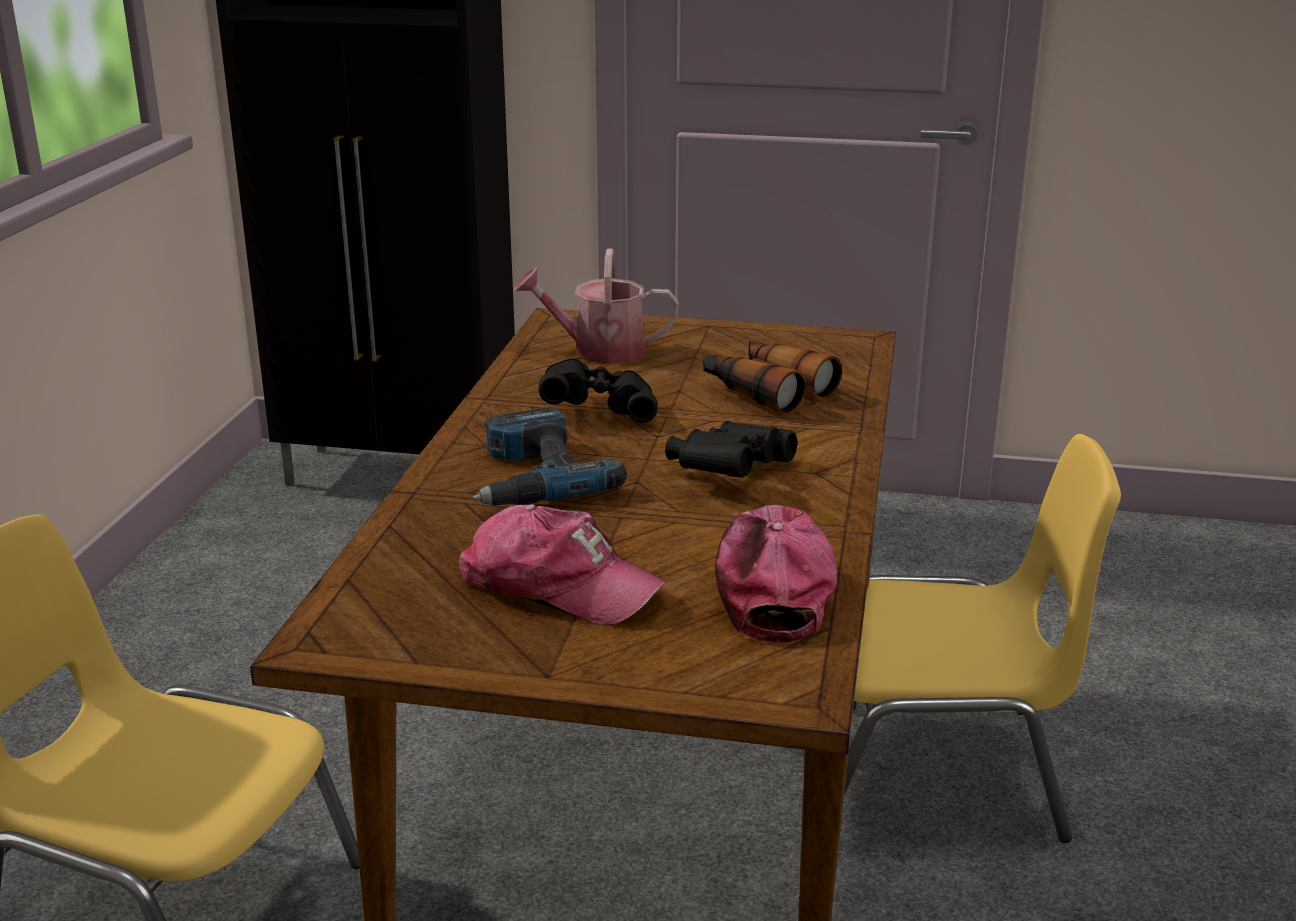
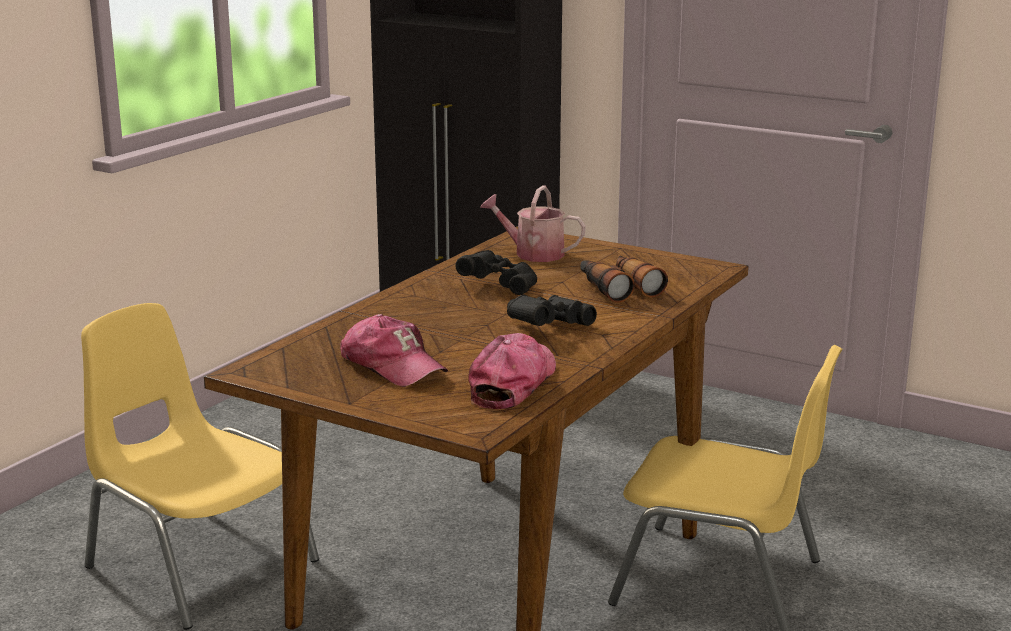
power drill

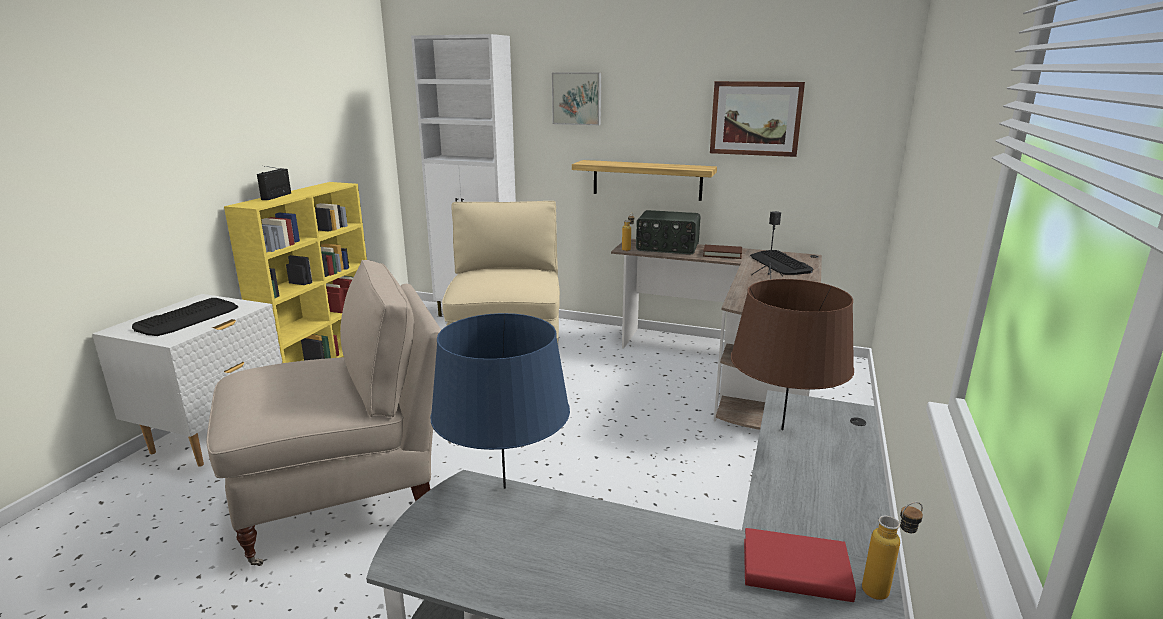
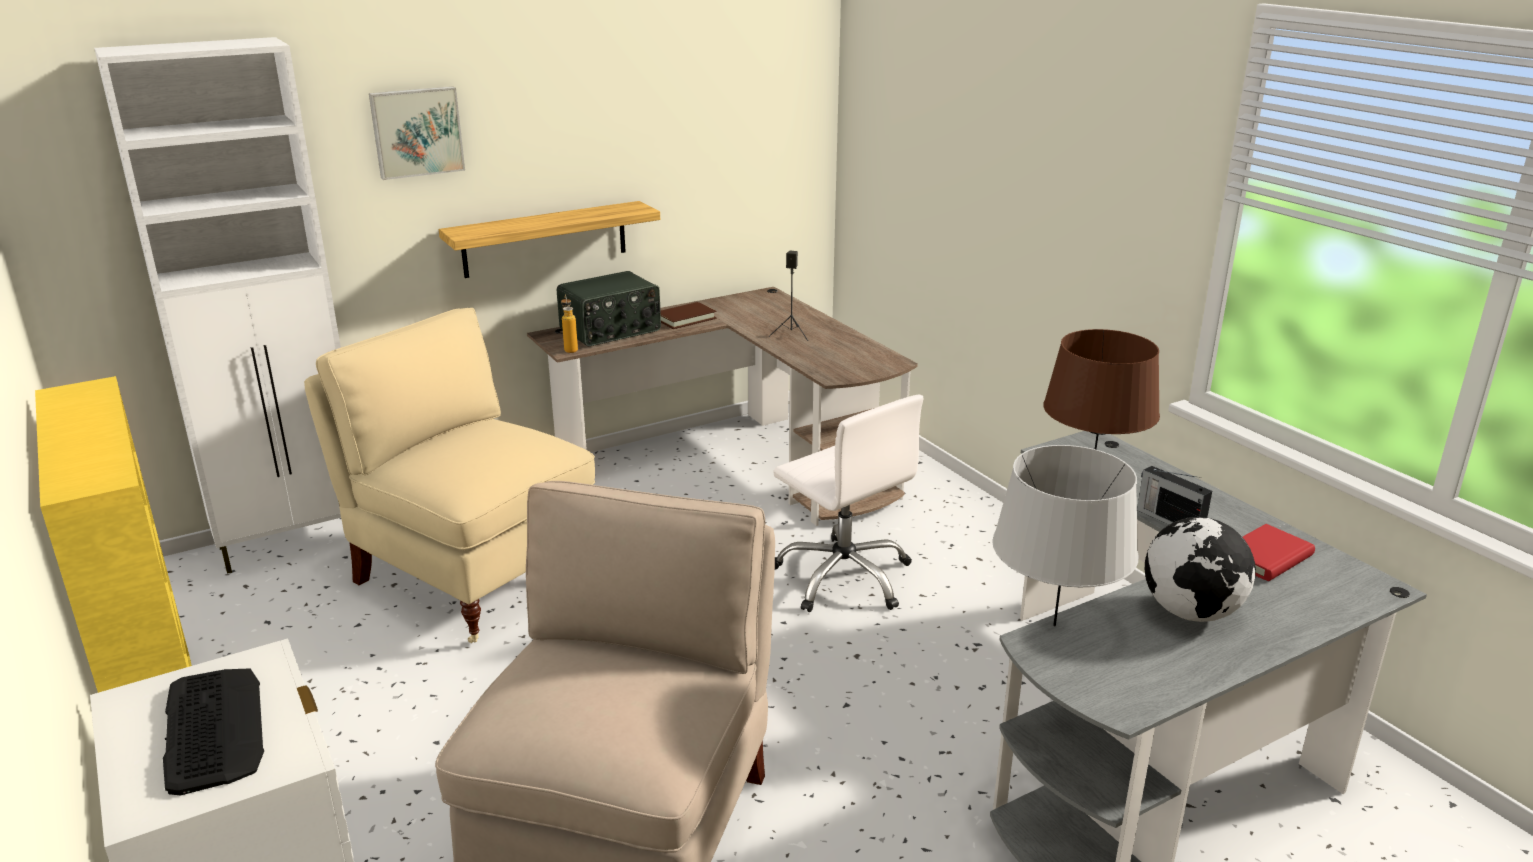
radio (2nd from left)
table lamp (grey)
picture (2nd from left in the first image)
keyboard (2nd from left in the first image)
bottle (2nd from left in the first image)
office chair (white)
globe

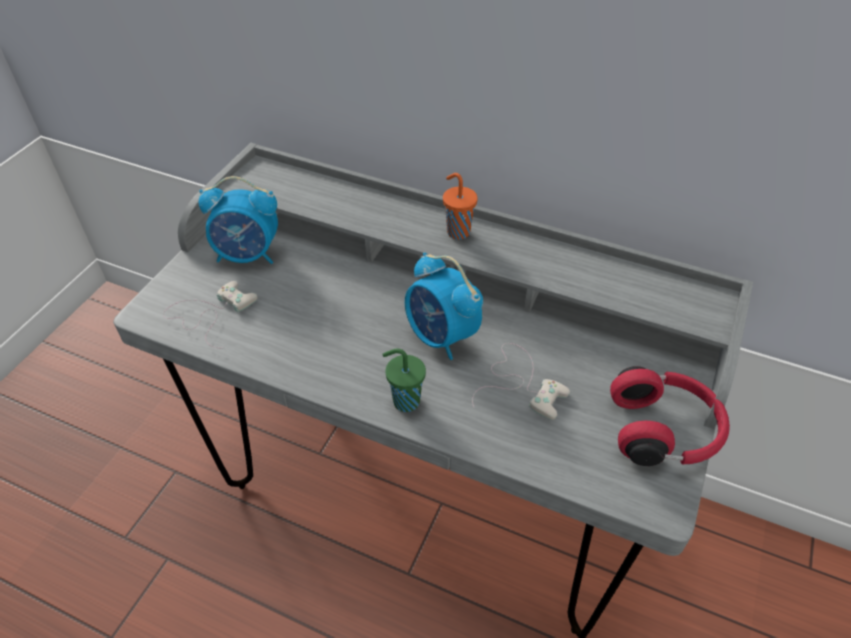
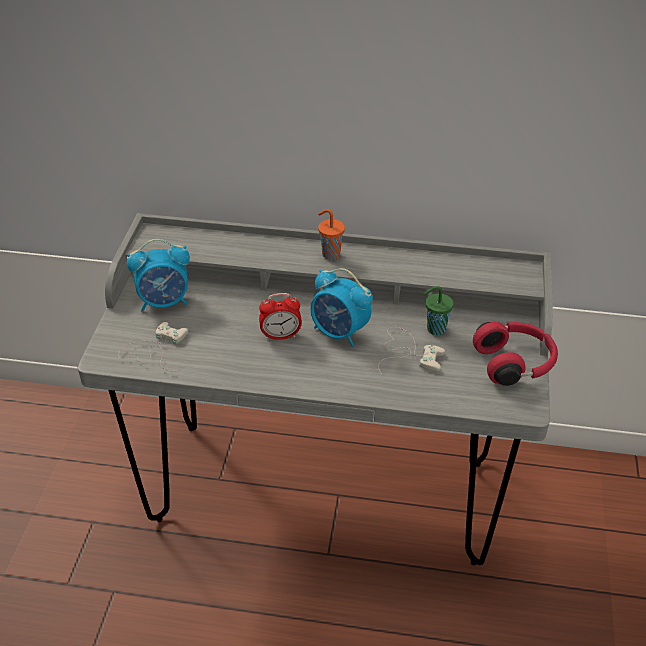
cup (green)
alarm clock (2nd from left)

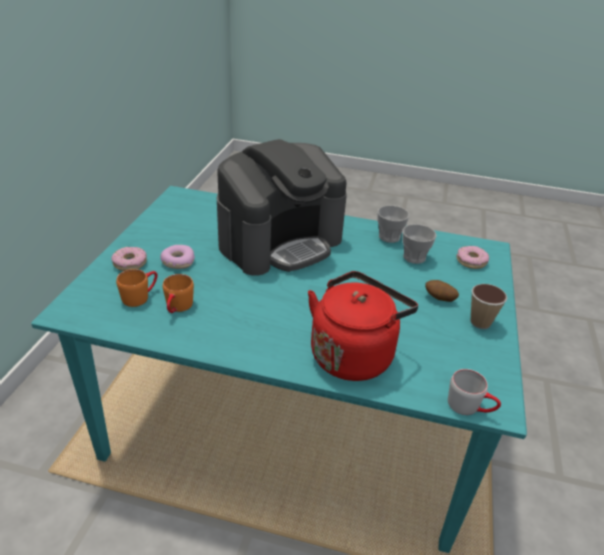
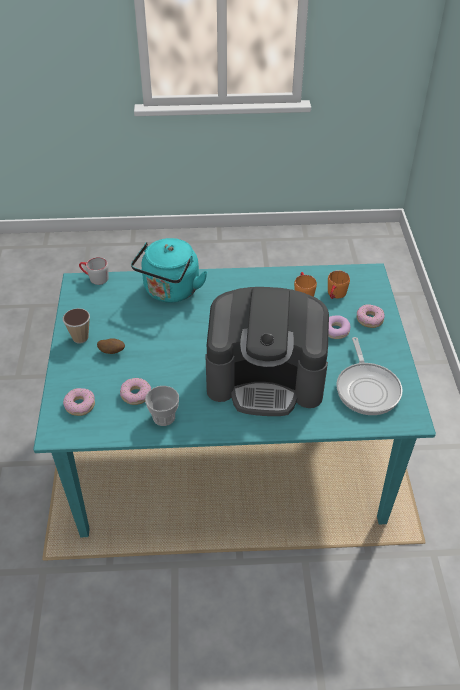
coffee machine
kettle (turquoise)
donut (2nd from left)
frying pan

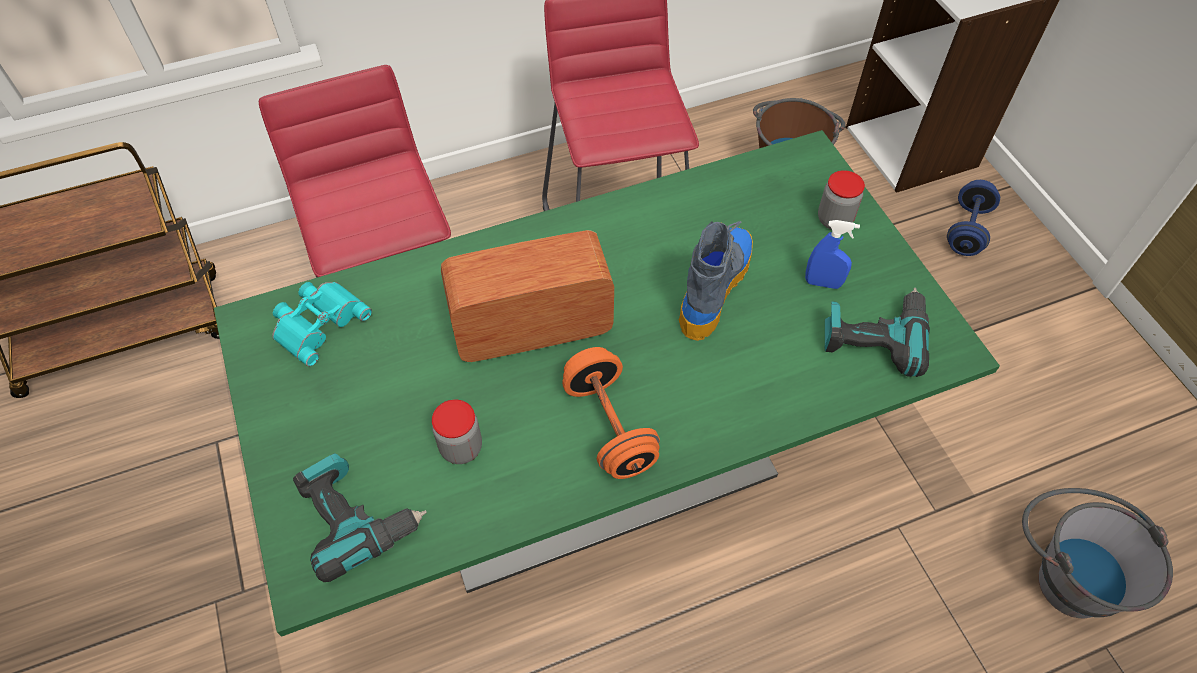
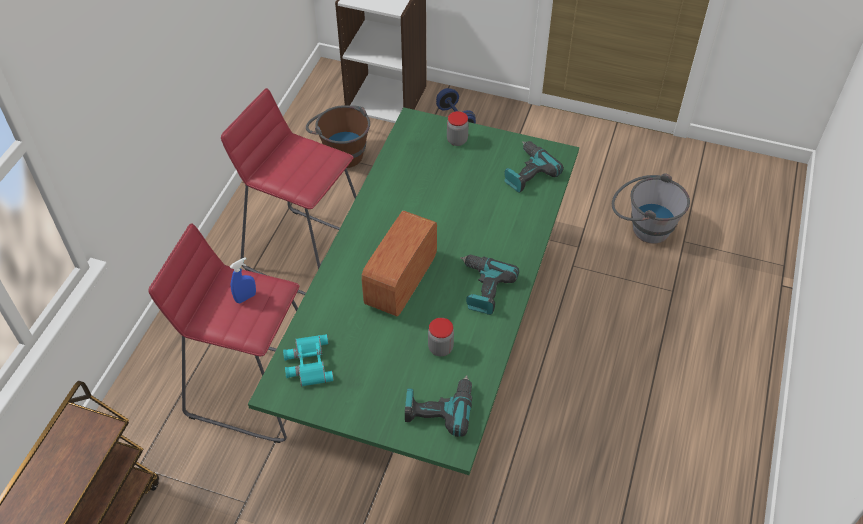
power drill (2nd from left)
boot
spray bottle (blue)

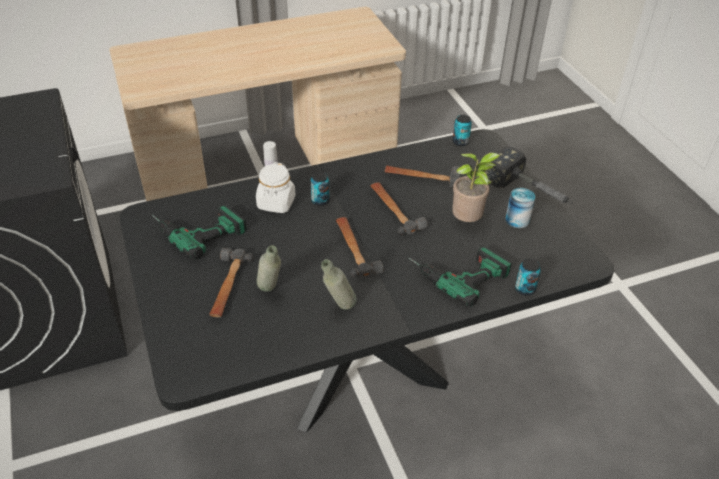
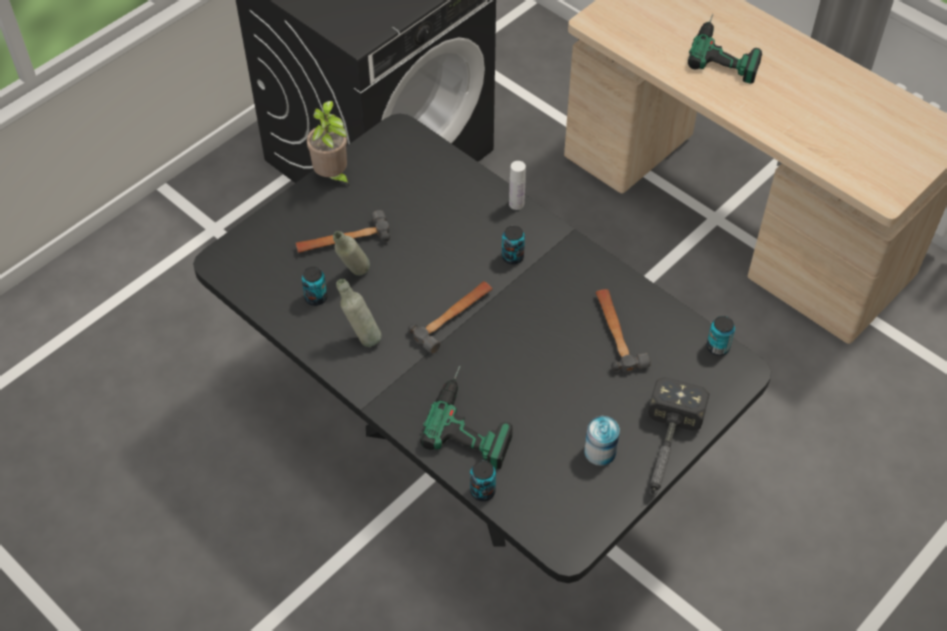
power drill (2nd from left)
jar (white)
hammer (3rd from left in the first image)
potted plant
can (1st from left)

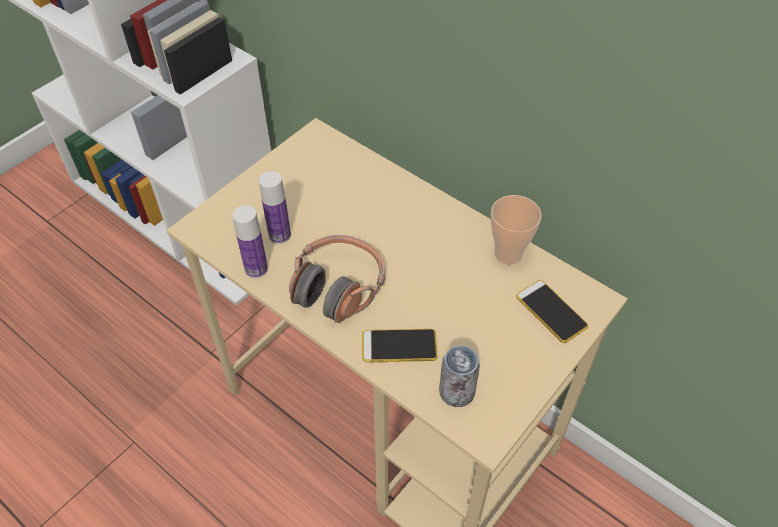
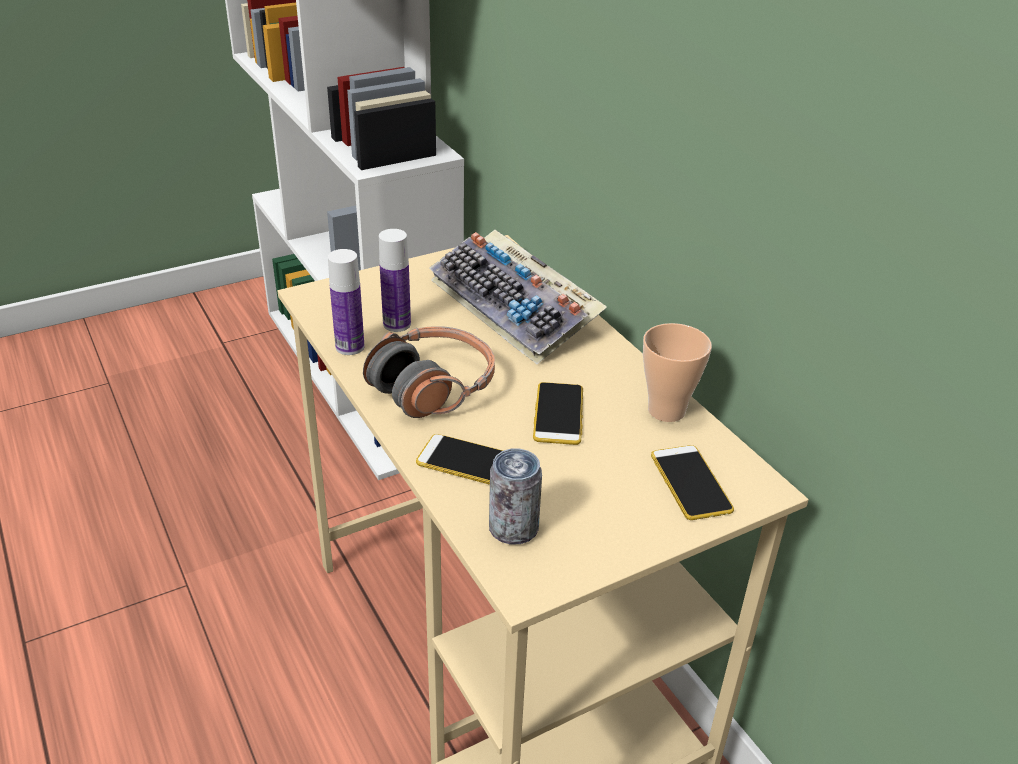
keyboard
phone (2nd from left)

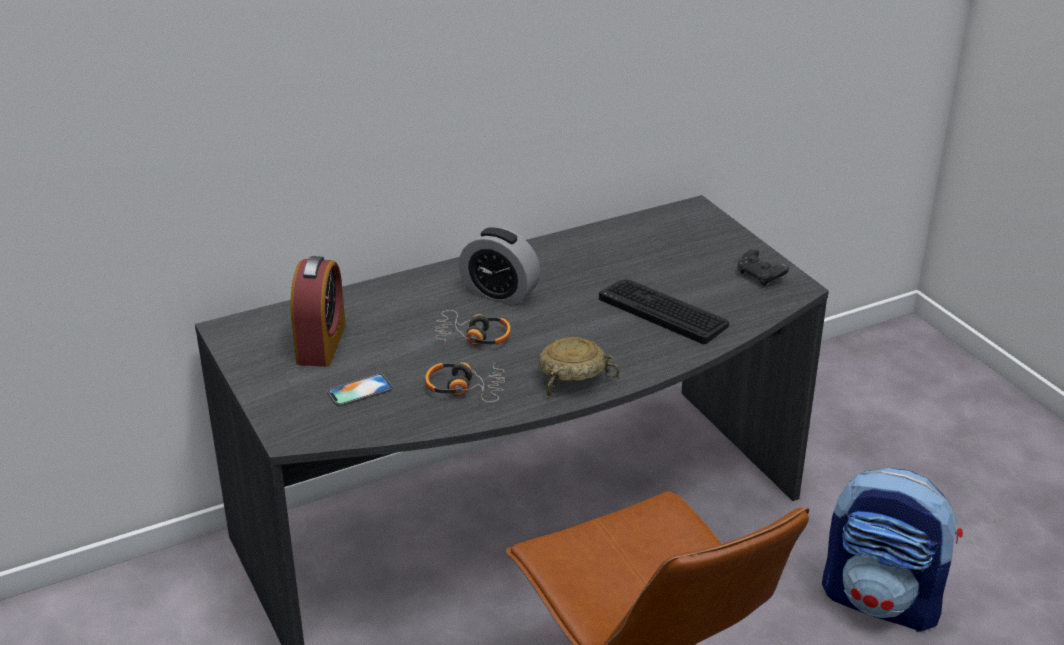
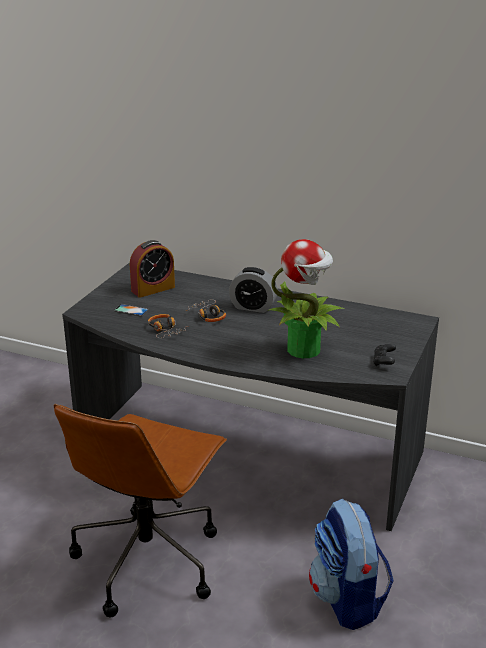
alarm clock (2nd from left)
bowl (beige)
potted plant

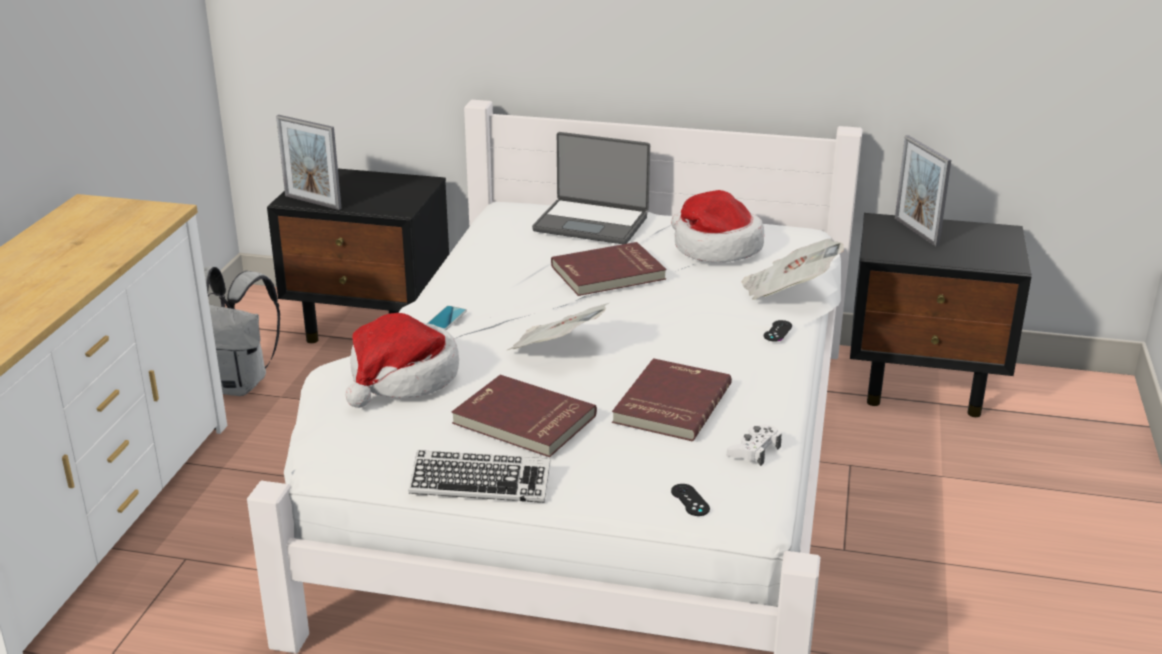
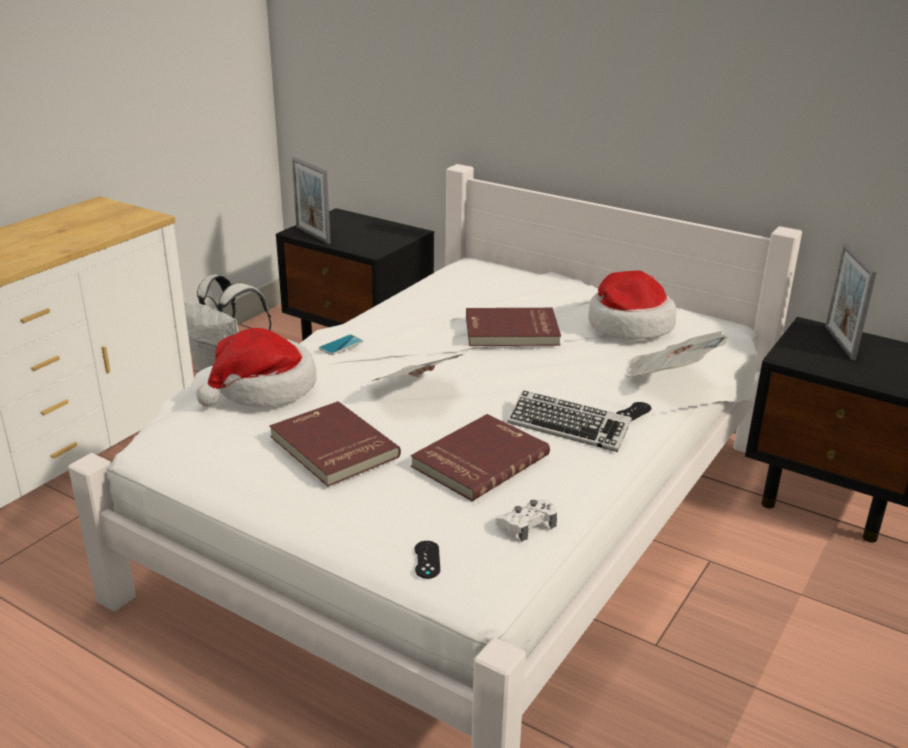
keyboard
laptop

